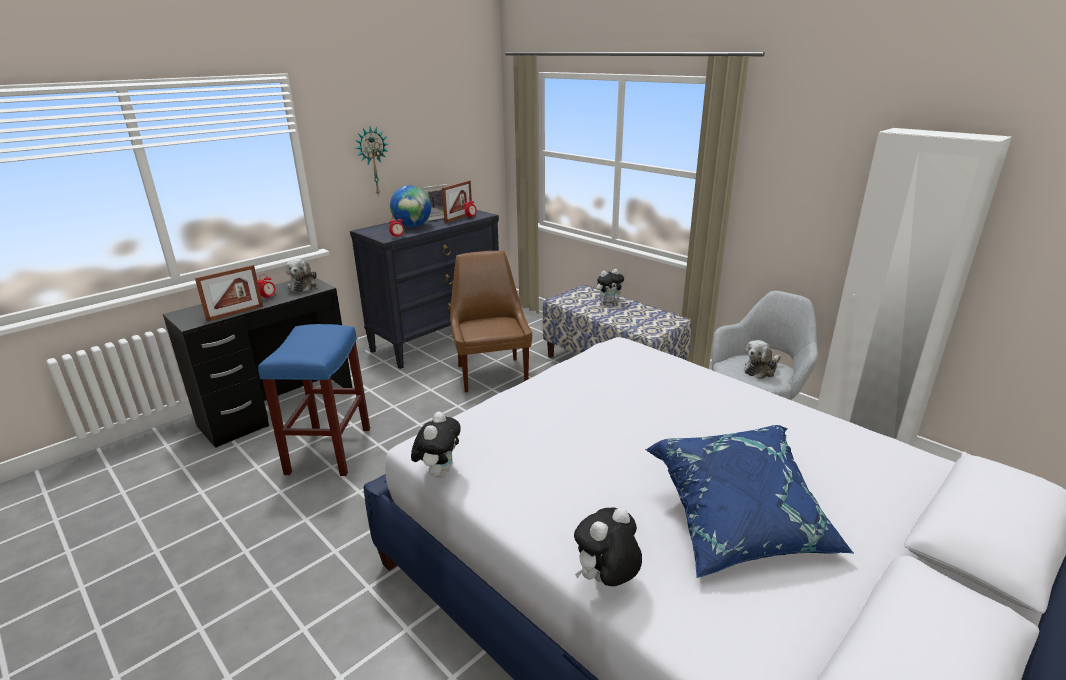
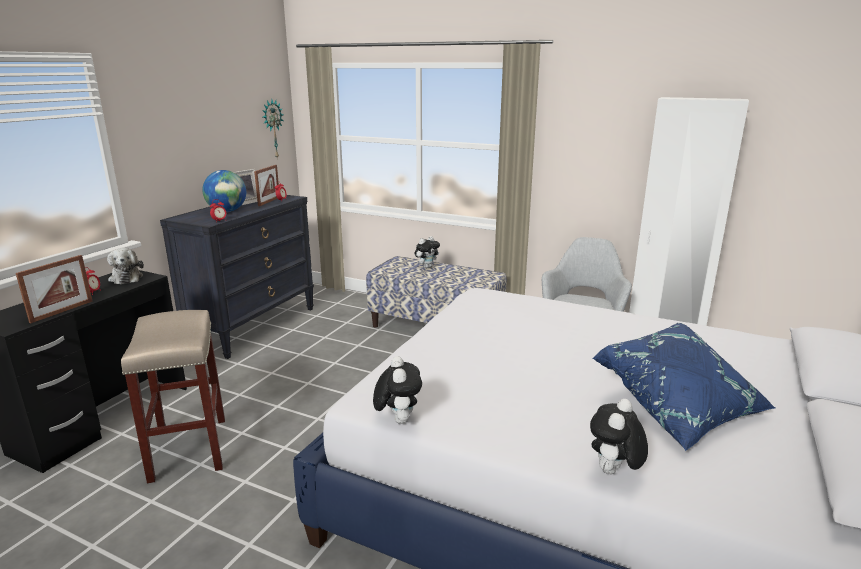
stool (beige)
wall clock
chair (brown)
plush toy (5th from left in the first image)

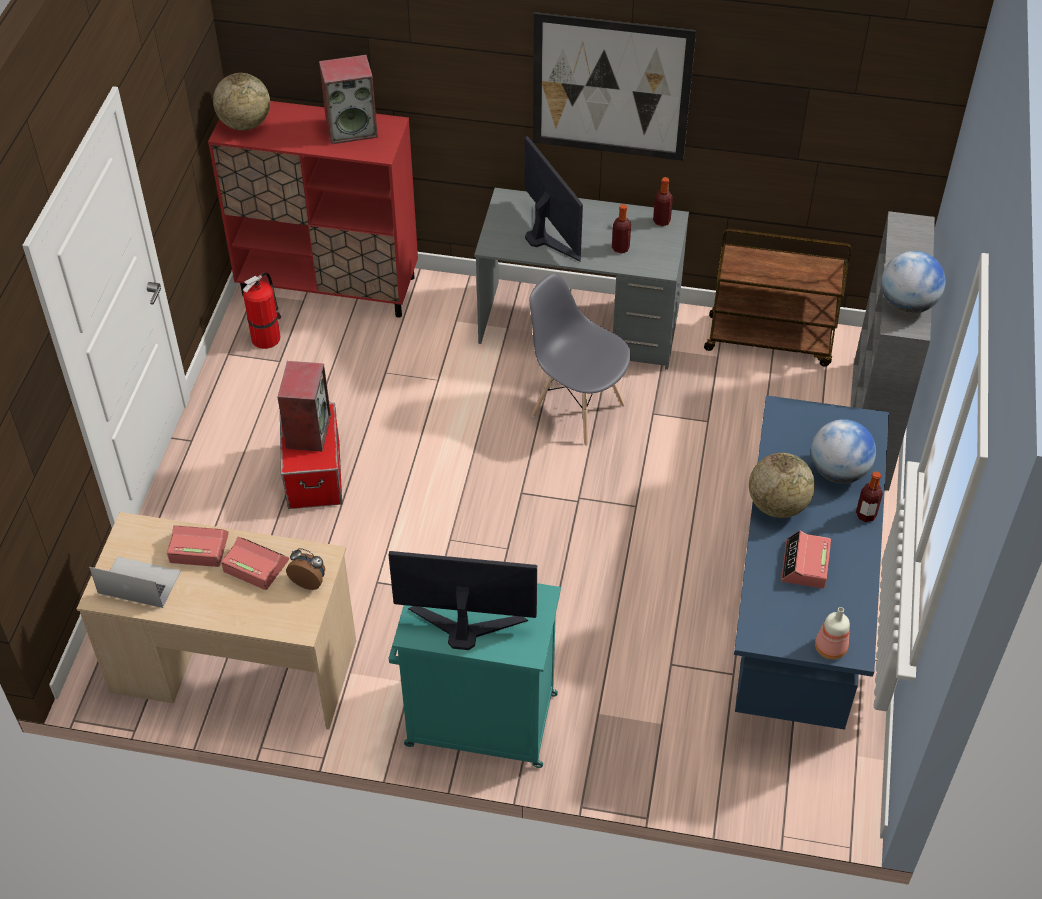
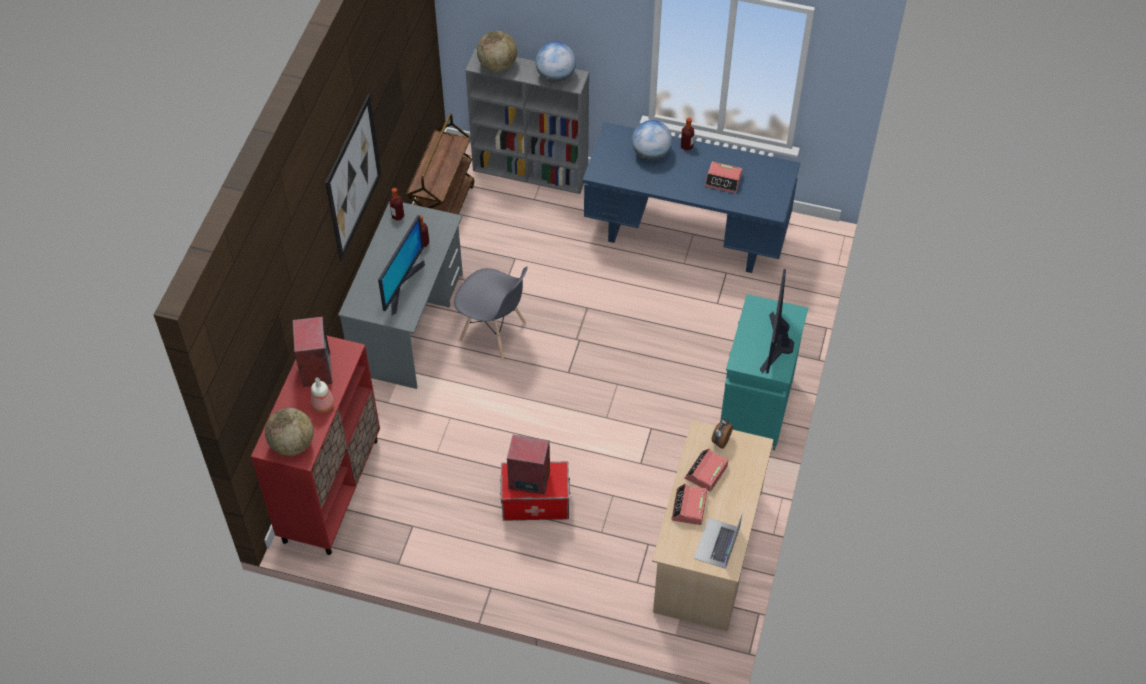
fire extinguisher
monitor (1st from left)
chair (grey)
globe (2nd from left)
bottle (1st from left)

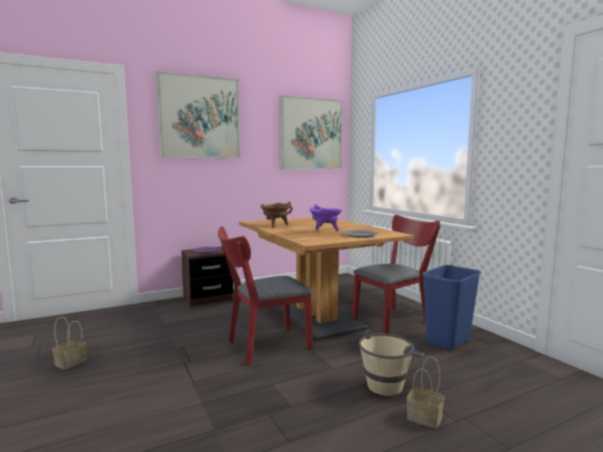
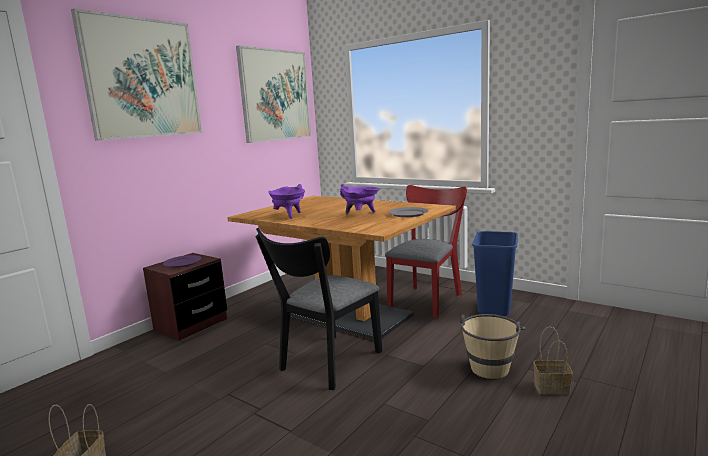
chair (black)
cooking pot (purple) (1st from left)

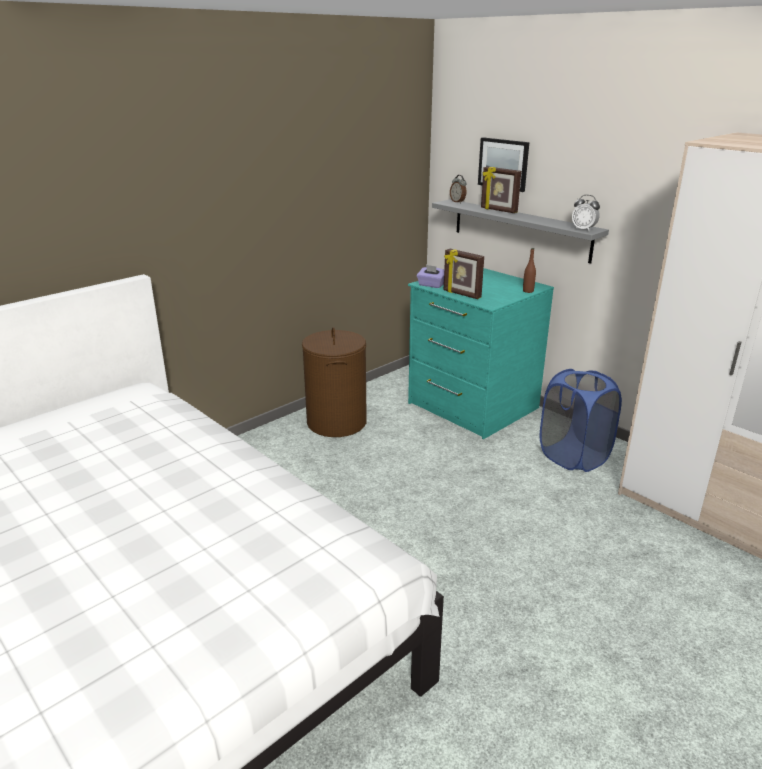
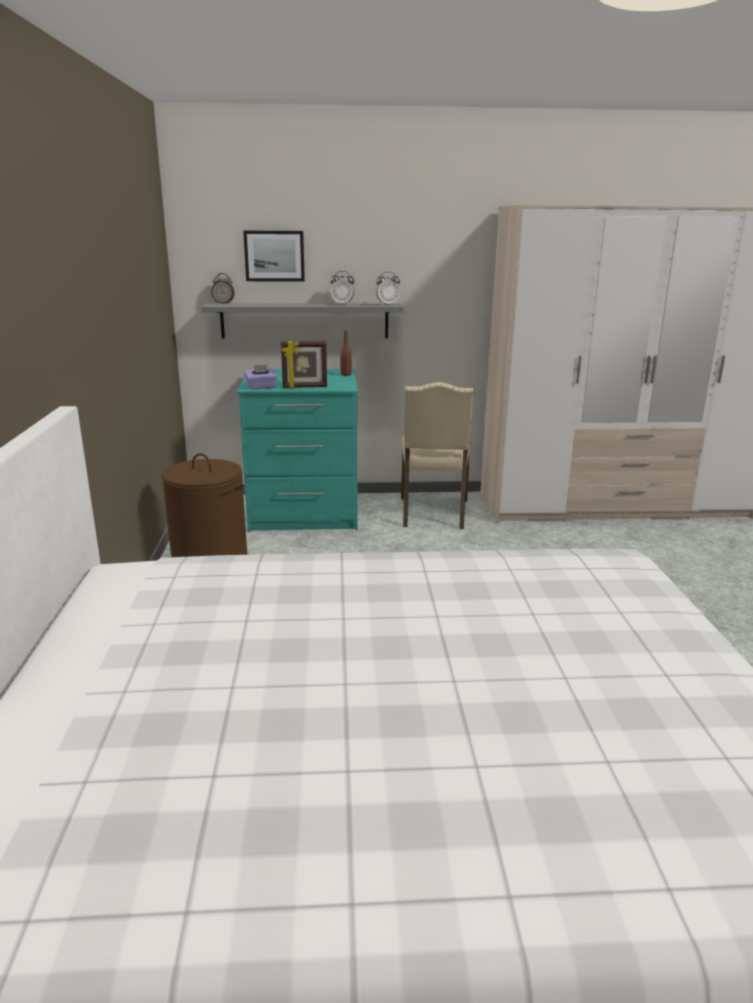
picture frame (2nd from left in the first image)
chair (beige)
alarm clock (2nd from left)

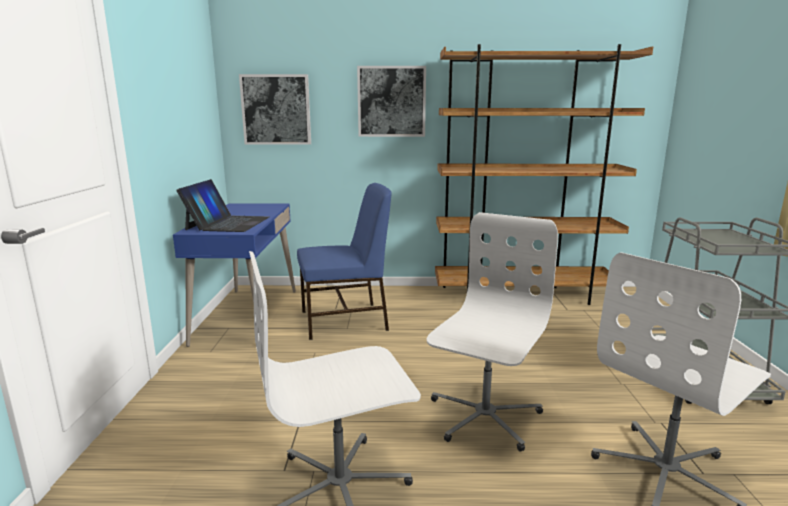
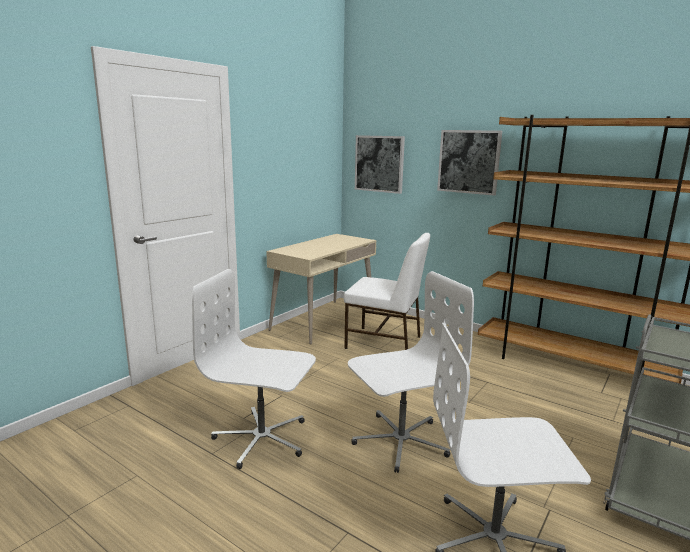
desk (beige)
laptop
chair (white)

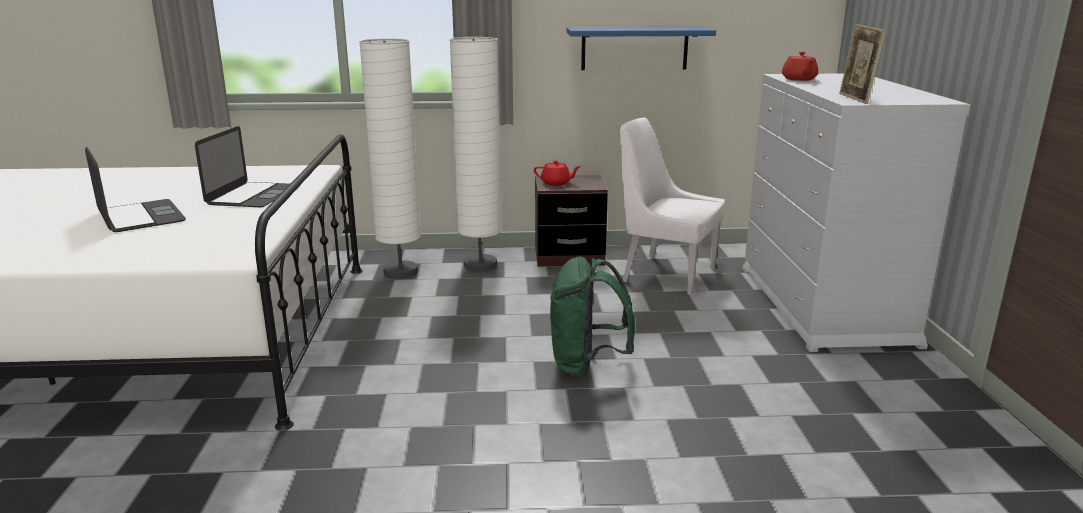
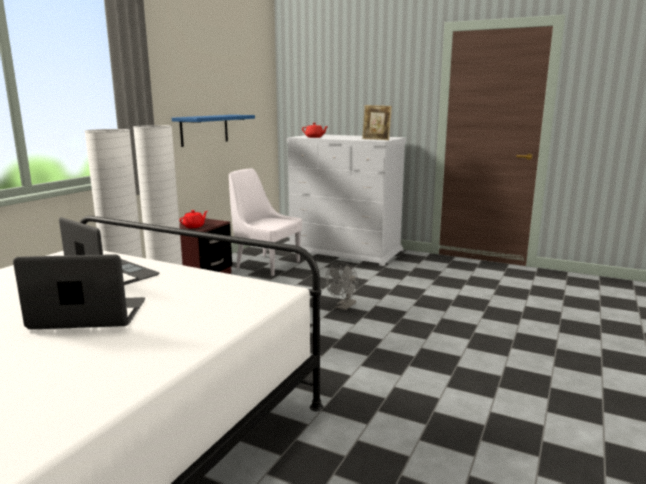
fan (grey)
chair (white)

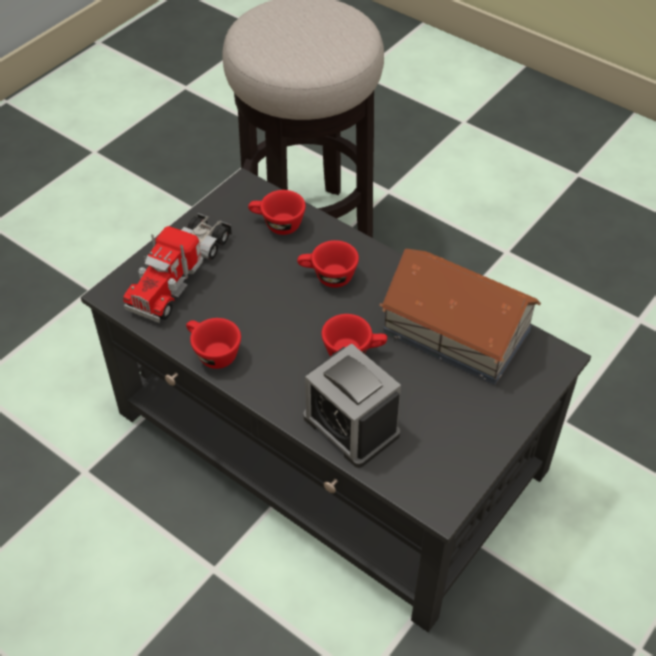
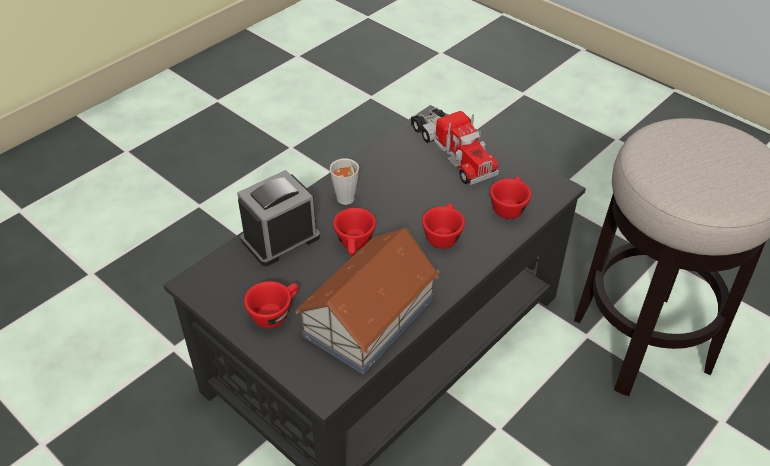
toy truck
cup (red) (1st from left)
cup (grey)

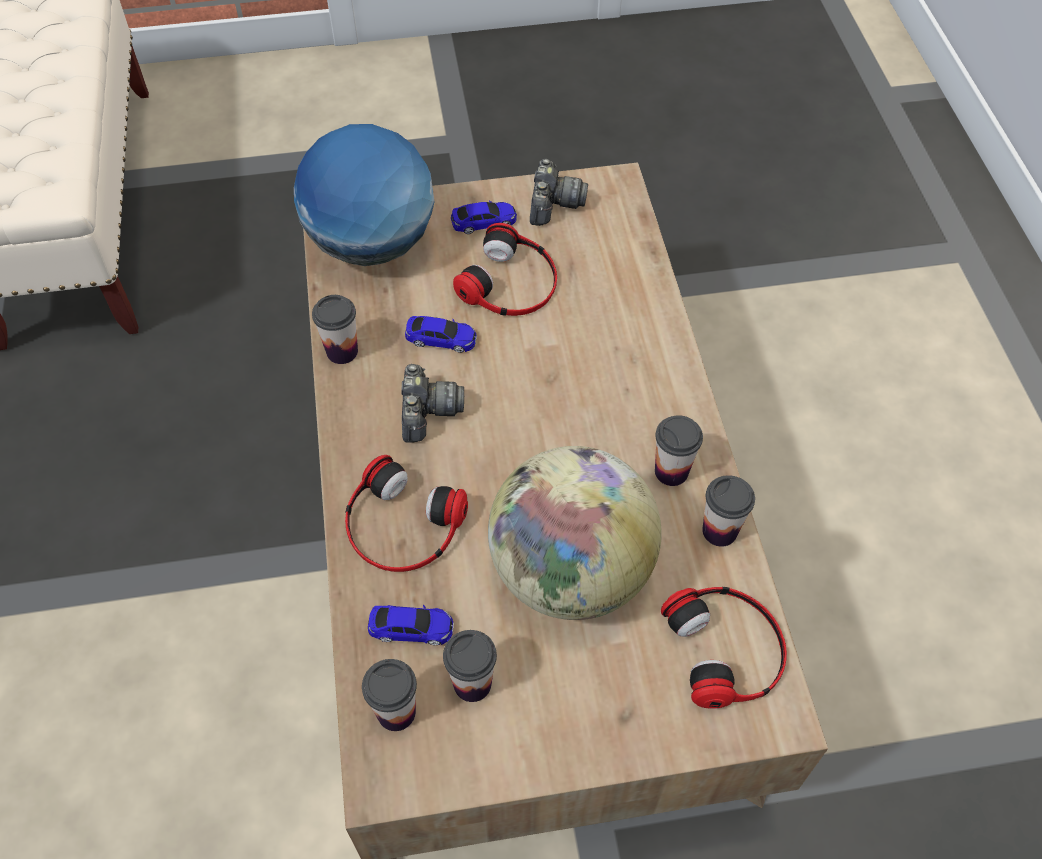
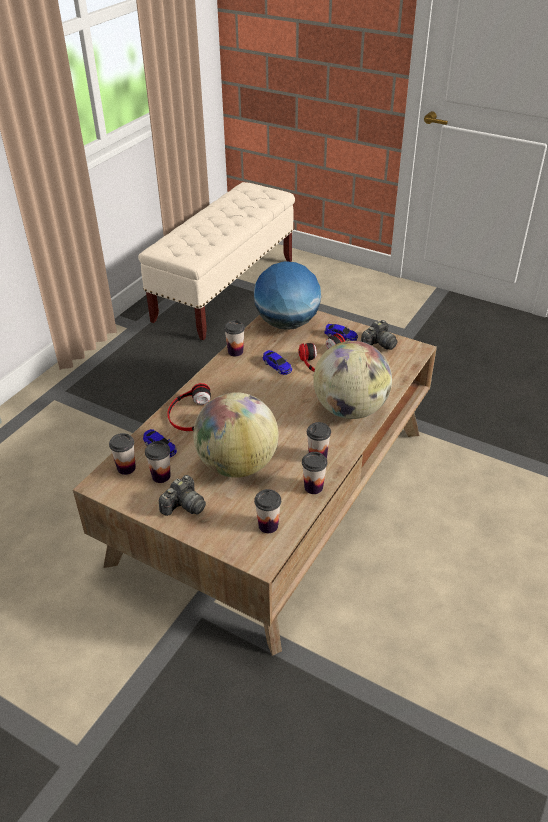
photo camera (1st from left)
cup (4th from left)
globe (3rd from left)

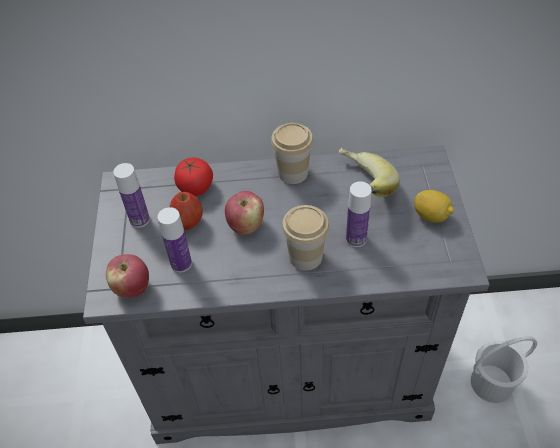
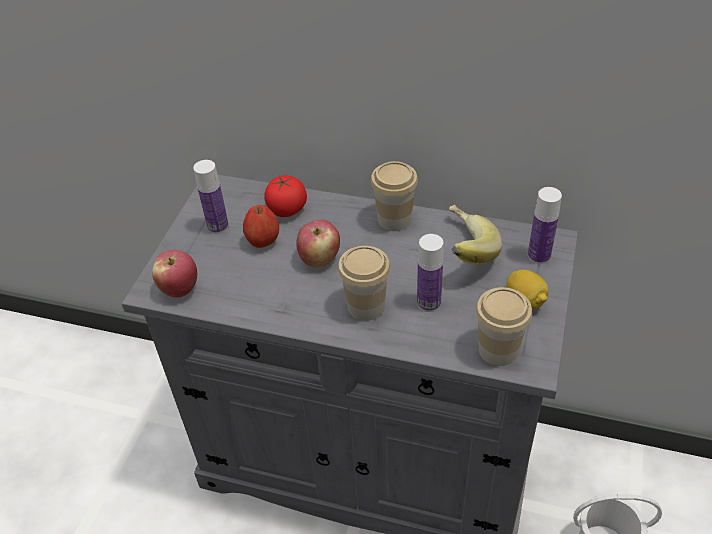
bottle (3rd from left)
cup (3rd from left)

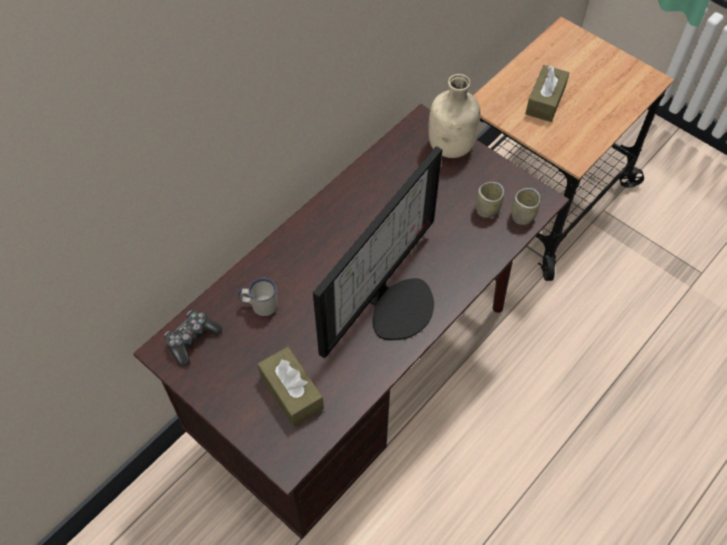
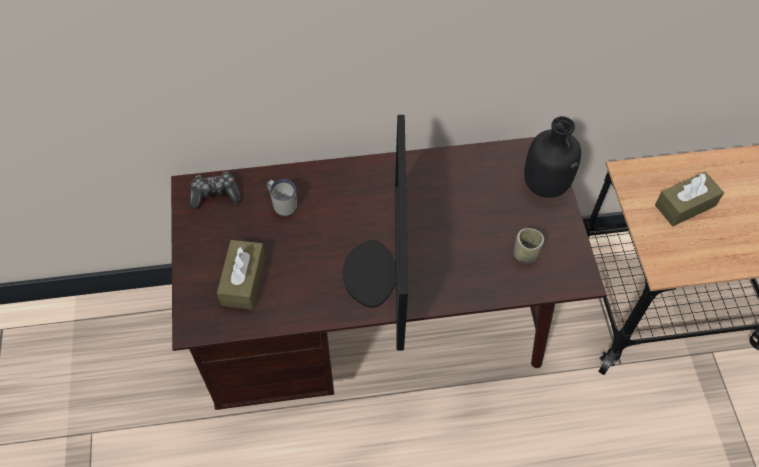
monitor
bottle (black)
cup (2nd from left in the first image)

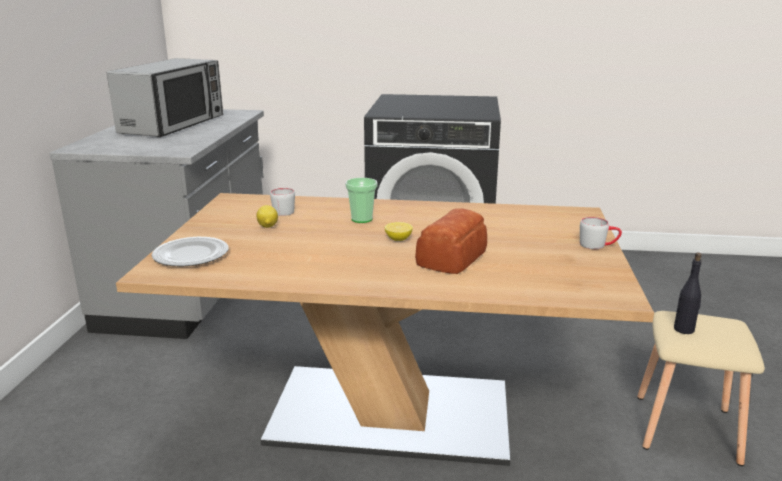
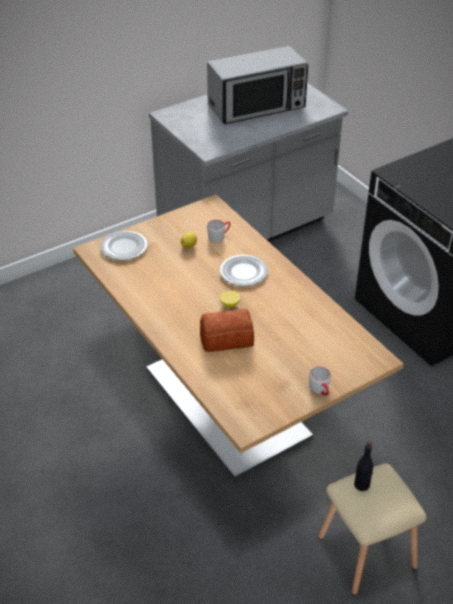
plate (2nd from left)

